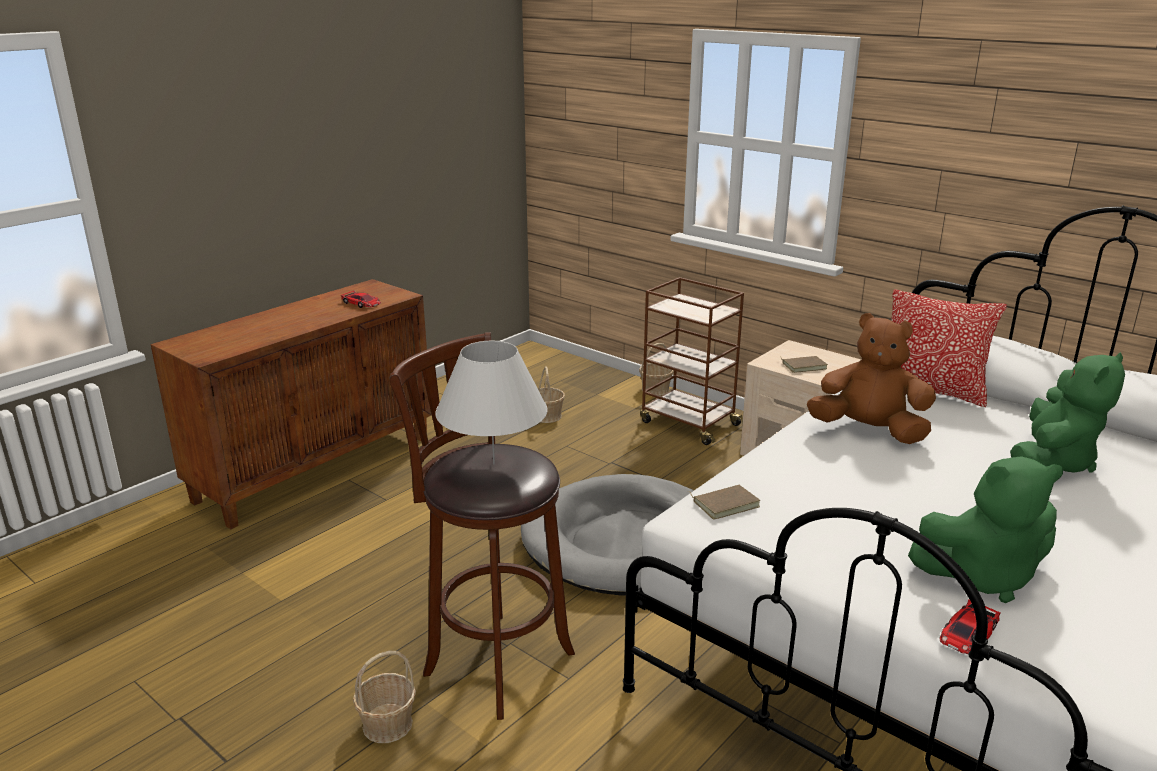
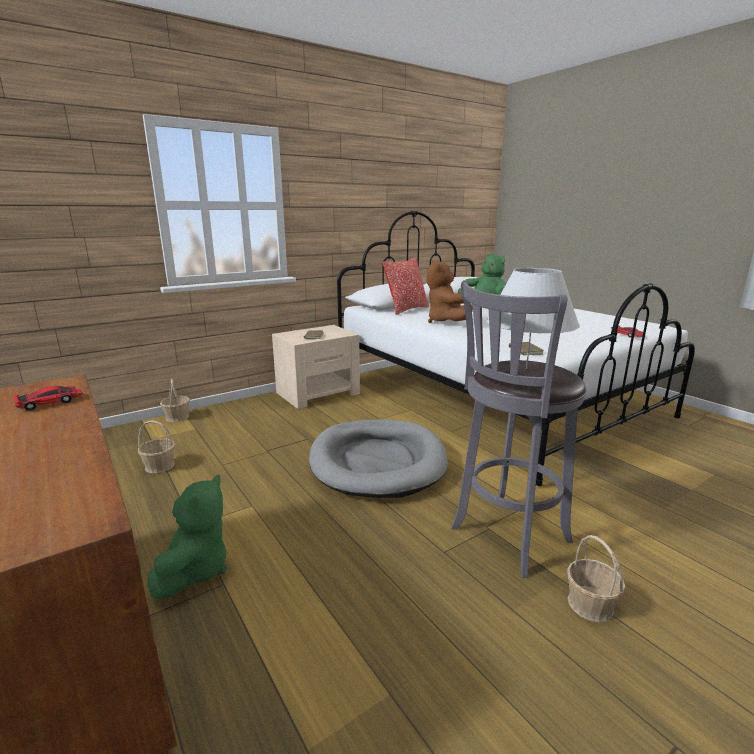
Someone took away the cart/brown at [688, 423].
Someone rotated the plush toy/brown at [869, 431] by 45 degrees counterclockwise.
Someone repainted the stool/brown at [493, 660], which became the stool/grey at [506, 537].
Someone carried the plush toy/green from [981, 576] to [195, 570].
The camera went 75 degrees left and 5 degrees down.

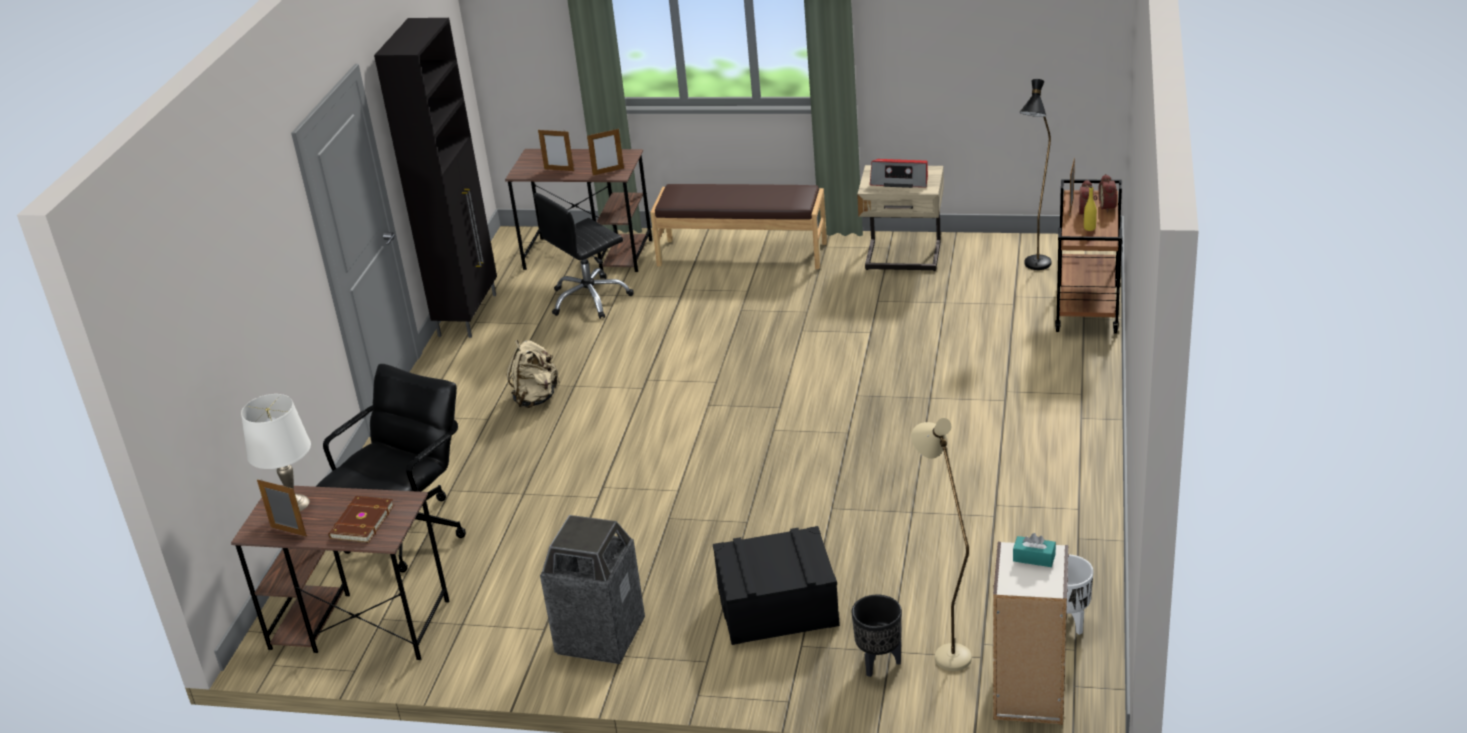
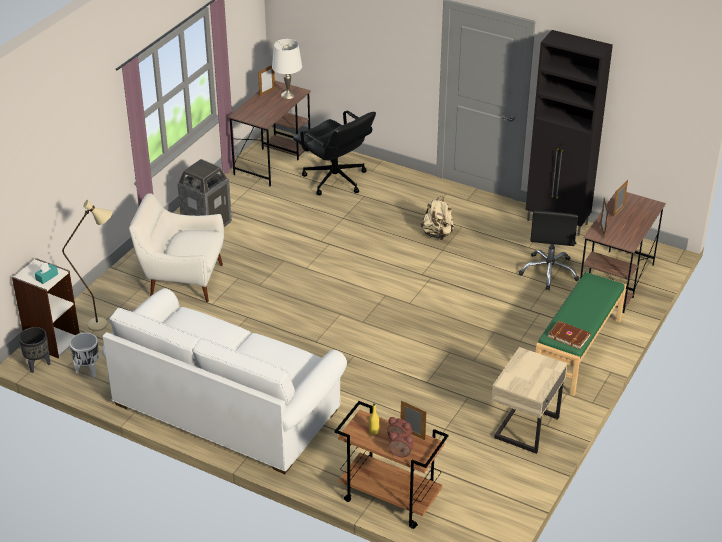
Someone took away the floor lamp/black at [1036, 268].
Someone took away the radio at [900, 180].
Someone repainted the bench/brown at [742, 253], which became the bench/green at [578, 350].
Someone rotated the office chair/black at [590, 299] by 150 degrees counterclockwise.
Someone carried the book/brown from [361, 522] to [569, 336].
Someone swapped the storage box/black at [777, 607] for the armchair/white at [182, 280].
Someone carried the planter/black from [878, 663] to [38, 365].
Someone put down the sofa/white at [226, 407].
The camera went 105 degrees right and 5 degrees up.

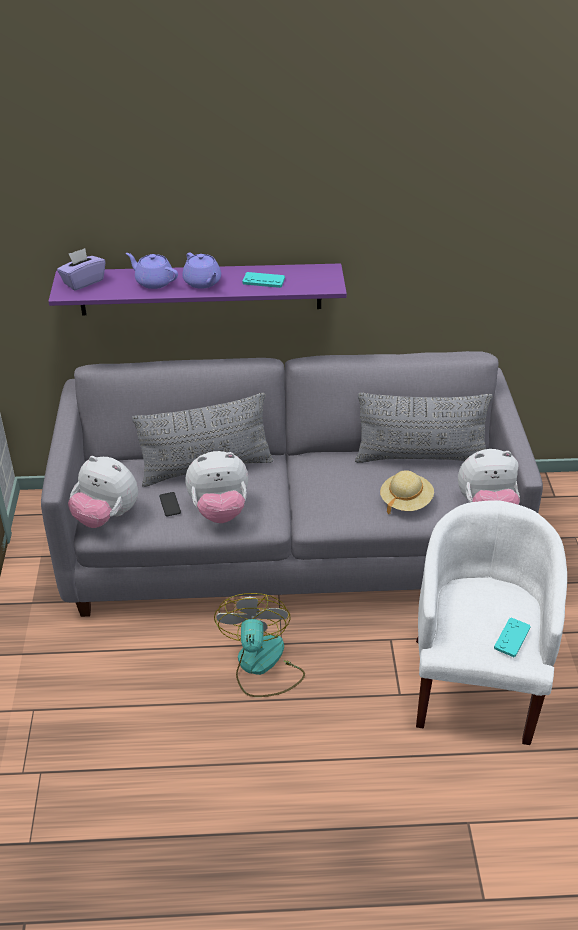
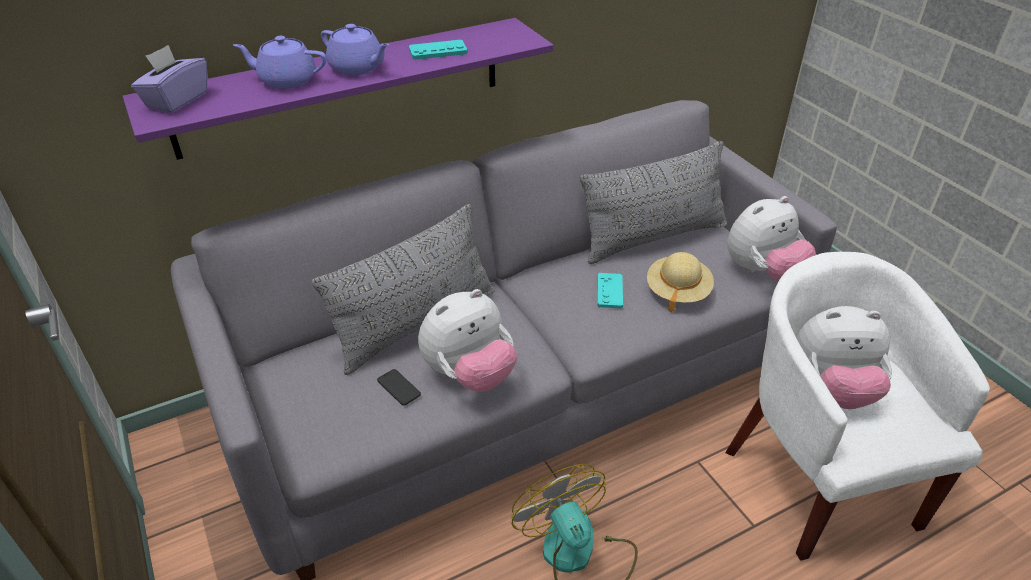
Someone carried the plush toy from [106, 516] to [832, 388].
Someone carried the game controller/turquoise from [512, 638] to [610, 291].
The camera went 25 degrees left and 0 degrees up.

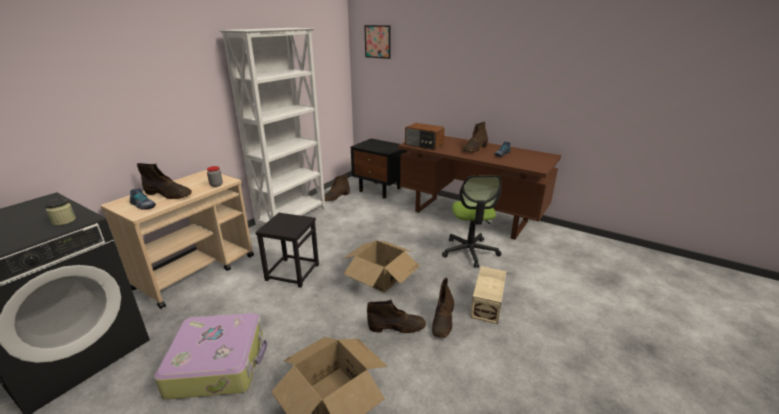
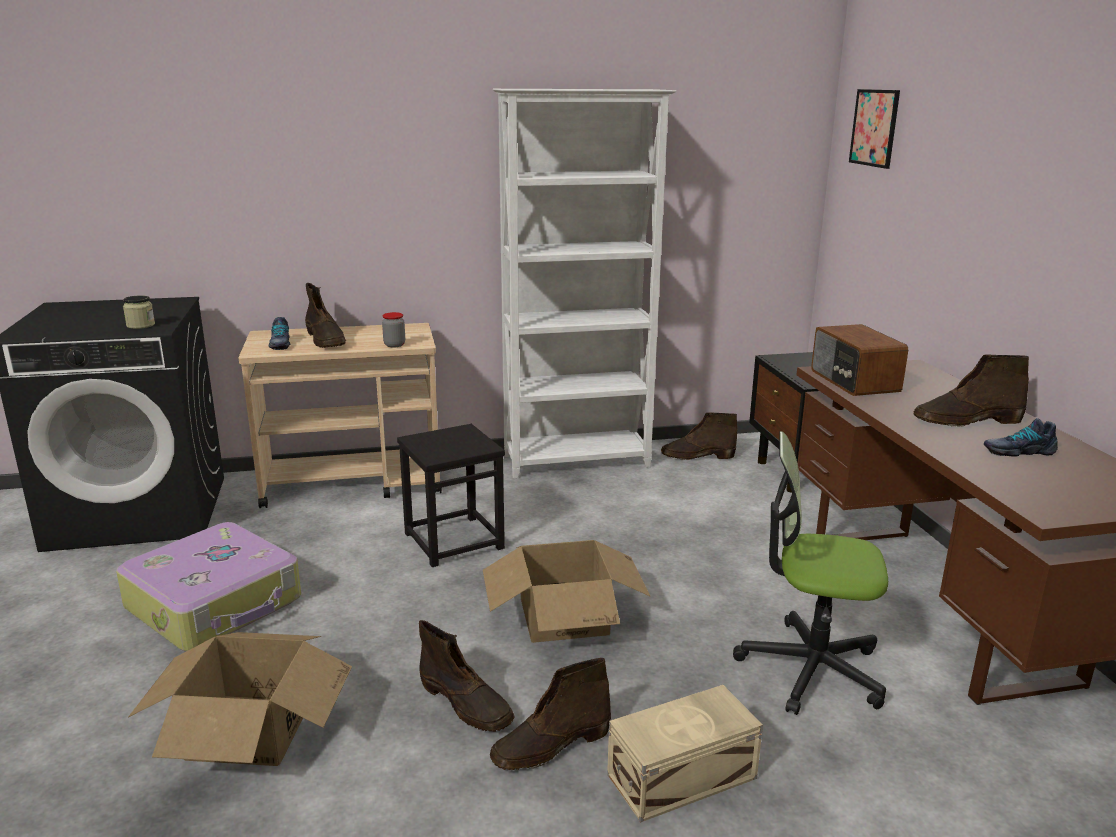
Someone rotated the office chair at [470, 252] by 60 degrees clockwise.
The camera went 45 degrees right and 5 degrees down.

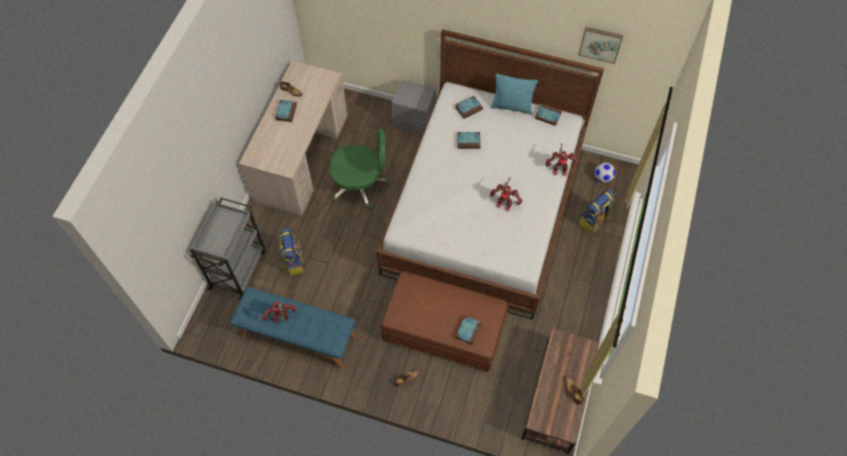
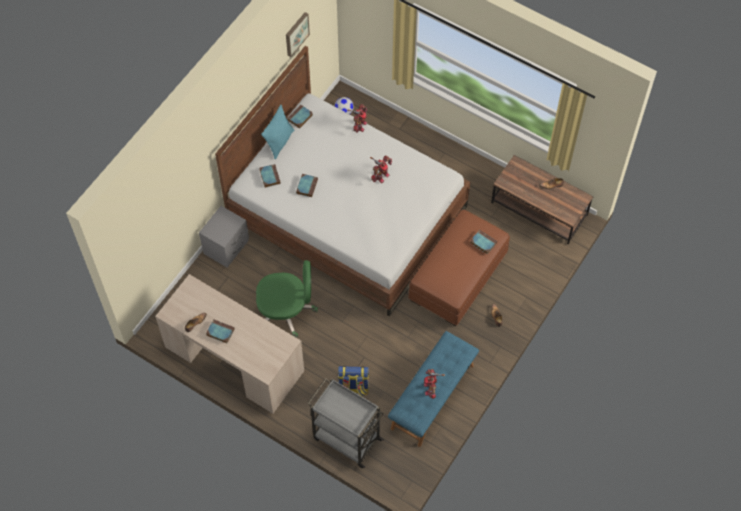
Someone rotated the office chair/green at [360, 185] by 75 degrees clockwise.
Someone took away the backpack at [593, 221].
The camera went 75 degrees left and 0 degrees up.

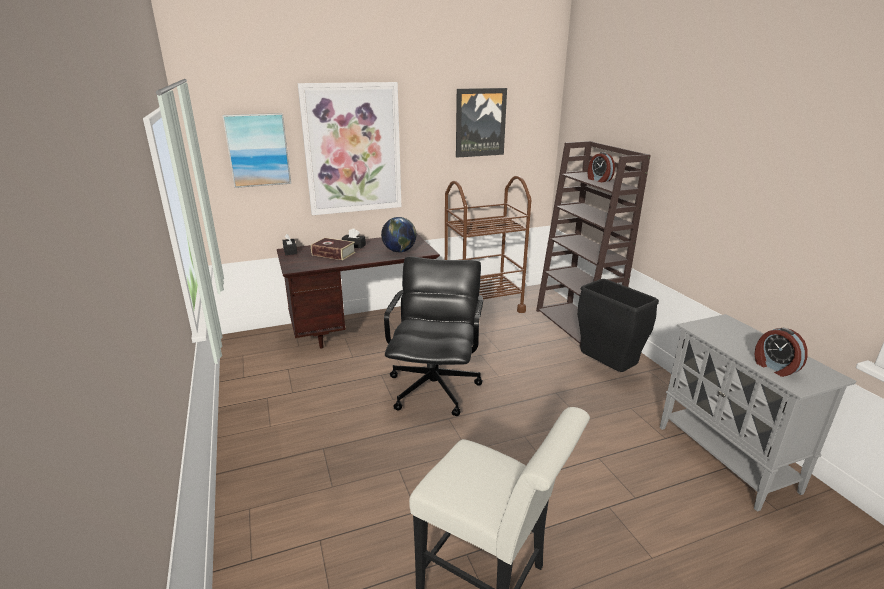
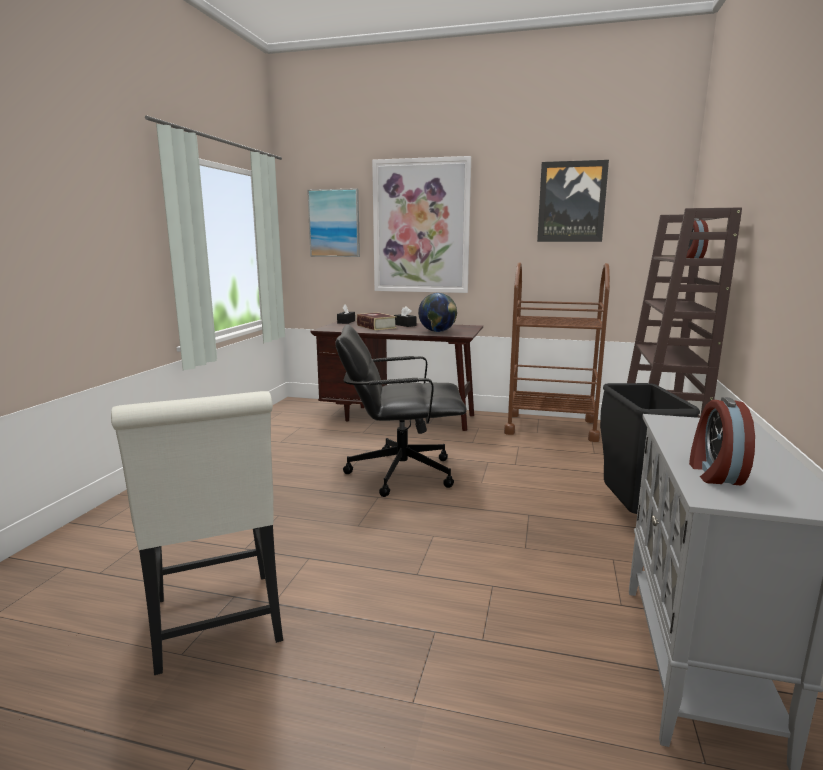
Someone rotated the office chair/black at [435, 388] by 135 degrees counterclockwise.
The camera went 35 degrees right and 10 degrees down.

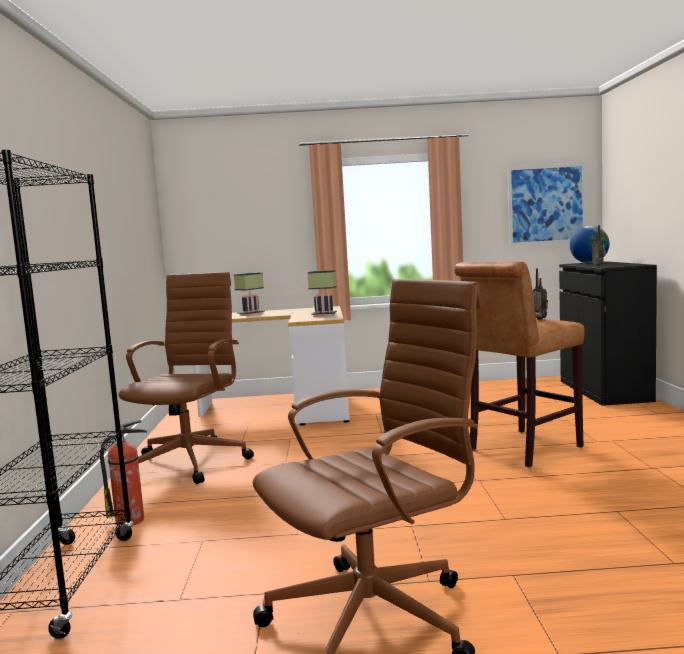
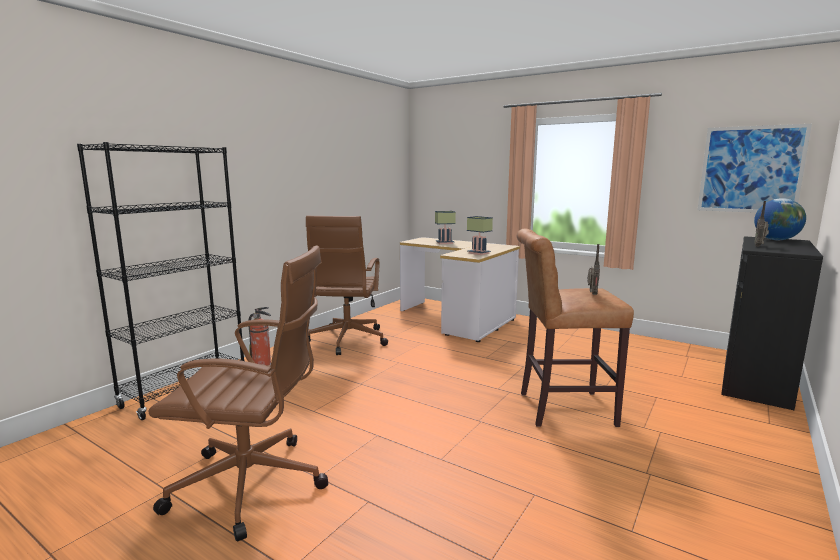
Someone rotated the office chair/brown at [191, 461] by 135 degrees clockwise.
The camera went 35 degrees right and 5 degrees up.

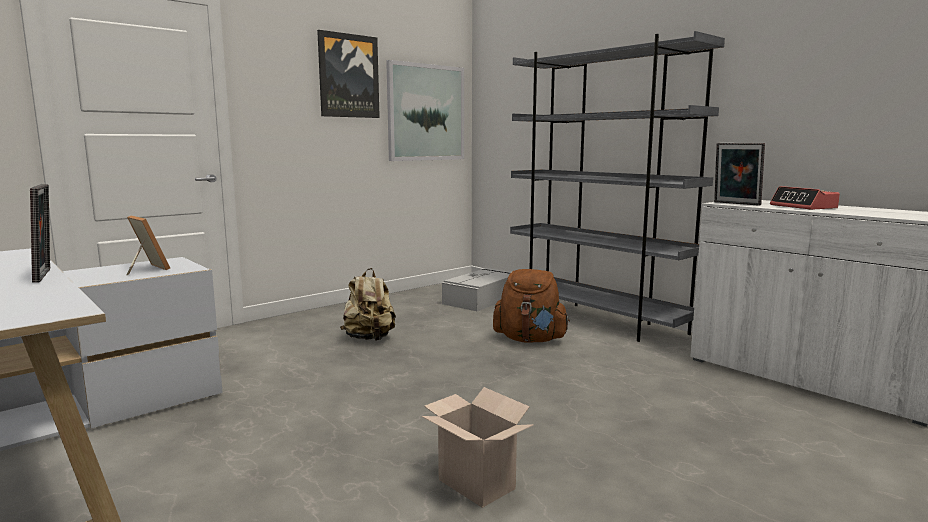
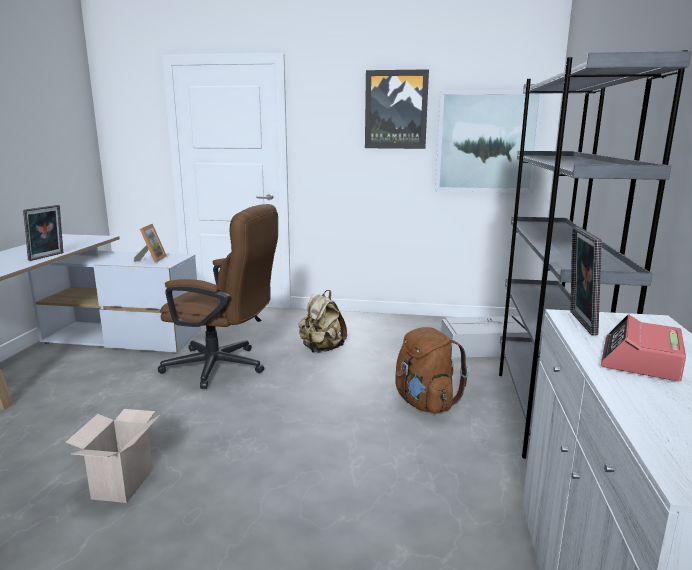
Someone put down the office chair/brown at [224, 367].
The camera went 50 degrees right and 5 degrees up.

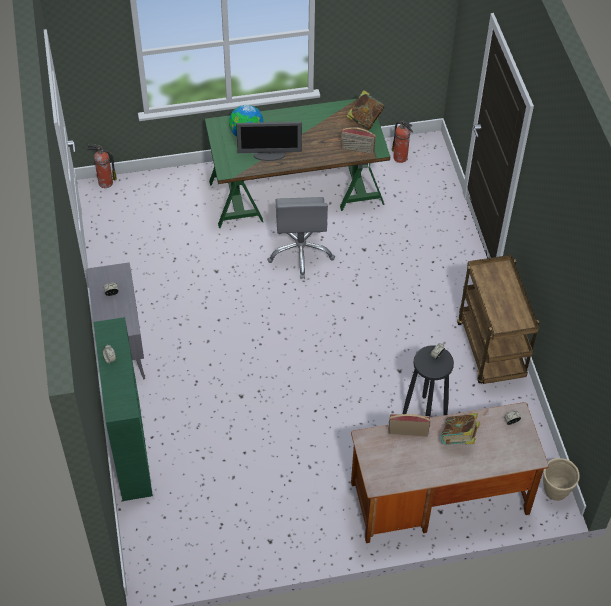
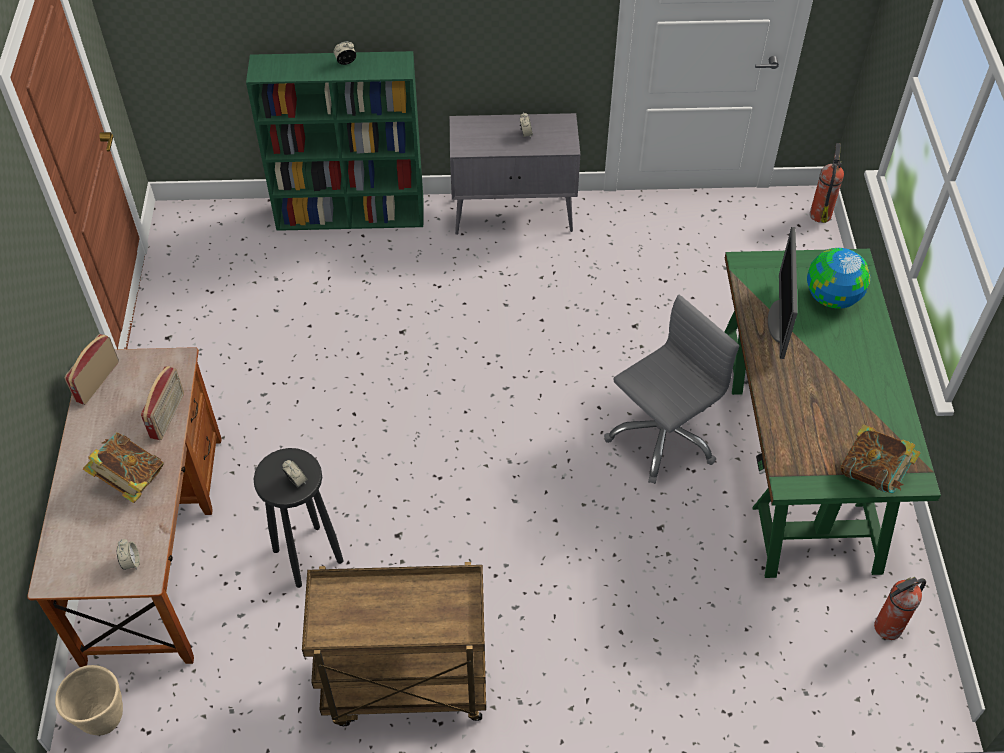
Someone carried the radio from [357, 149] to [97, 381].
Someone rotated the office chair/grey at [301, 252] by 135 degrees clockwise.
The camera went 100 degrees right and 0 degrees up.

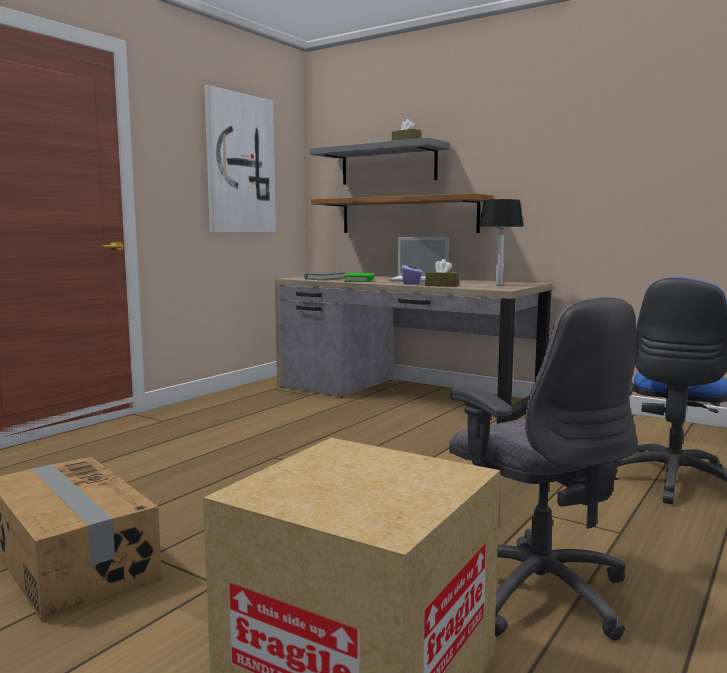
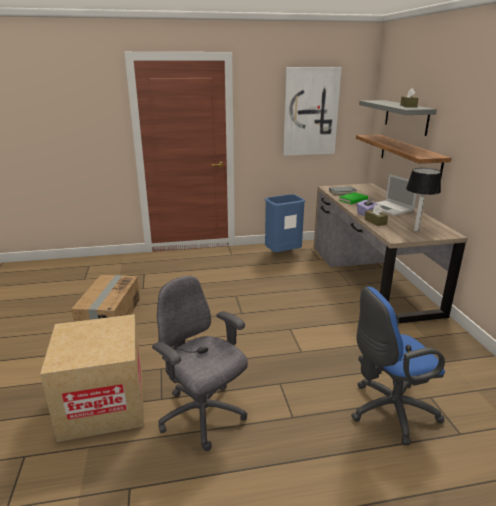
Someone rotated the office chair/grey at [537, 591] by 120 degrees clockwise.
Someone put down the trash can/blue at [283, 253].
The camera went 45 degrees right and 15 degrees up.

